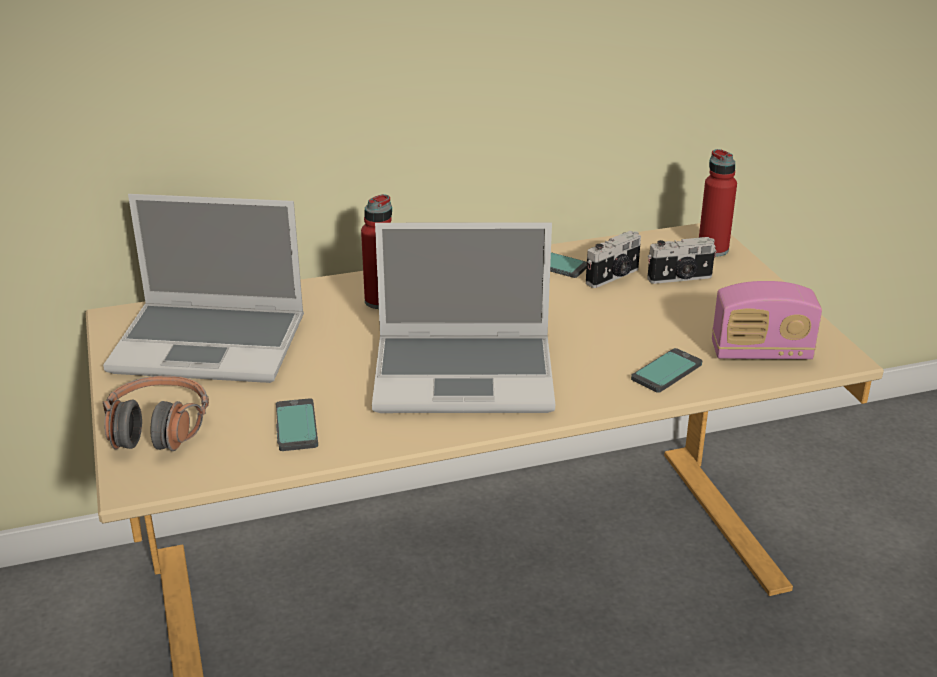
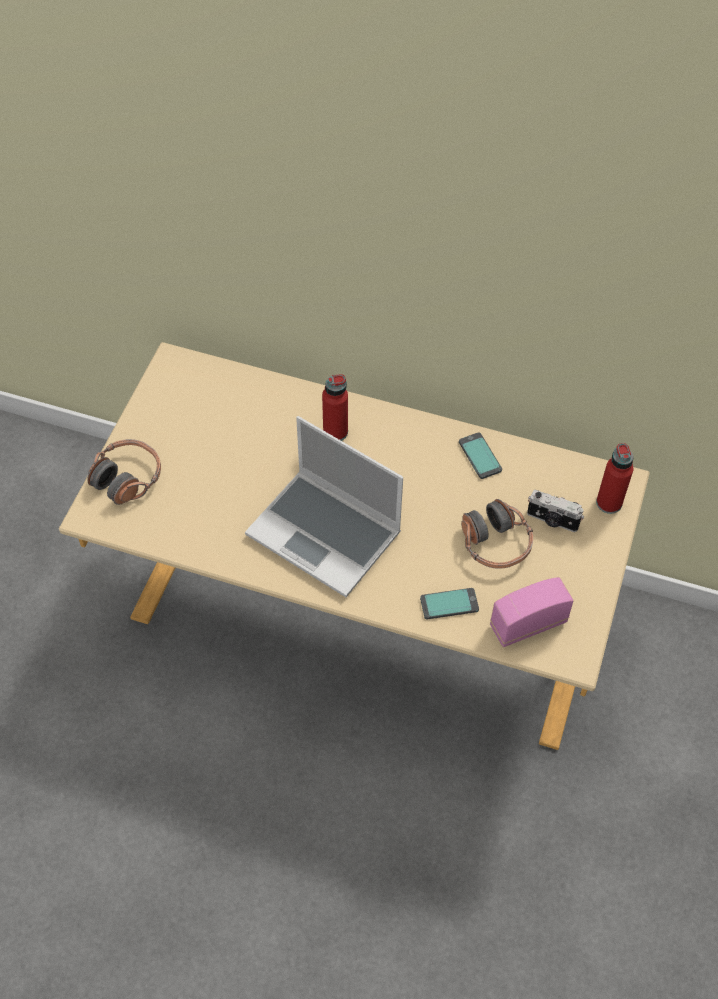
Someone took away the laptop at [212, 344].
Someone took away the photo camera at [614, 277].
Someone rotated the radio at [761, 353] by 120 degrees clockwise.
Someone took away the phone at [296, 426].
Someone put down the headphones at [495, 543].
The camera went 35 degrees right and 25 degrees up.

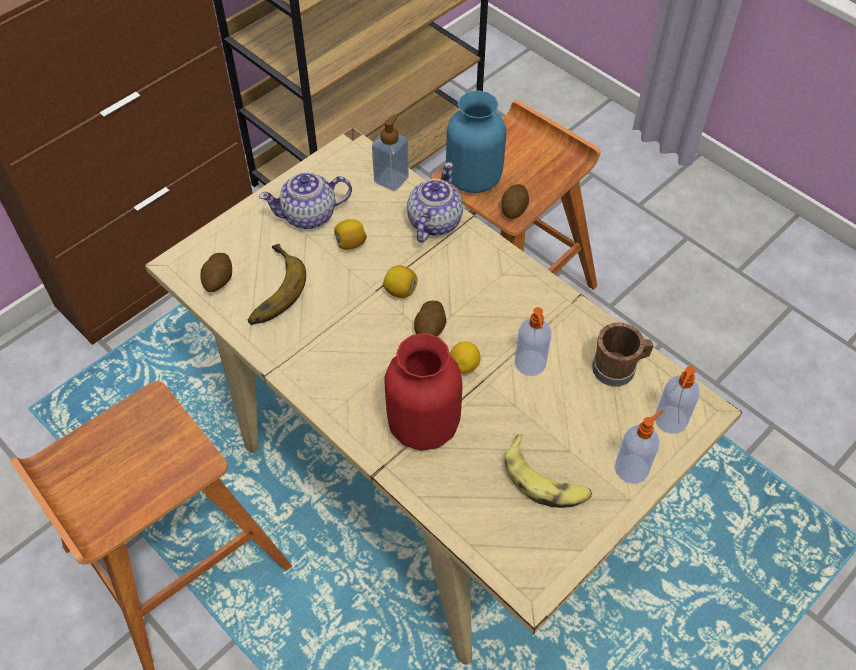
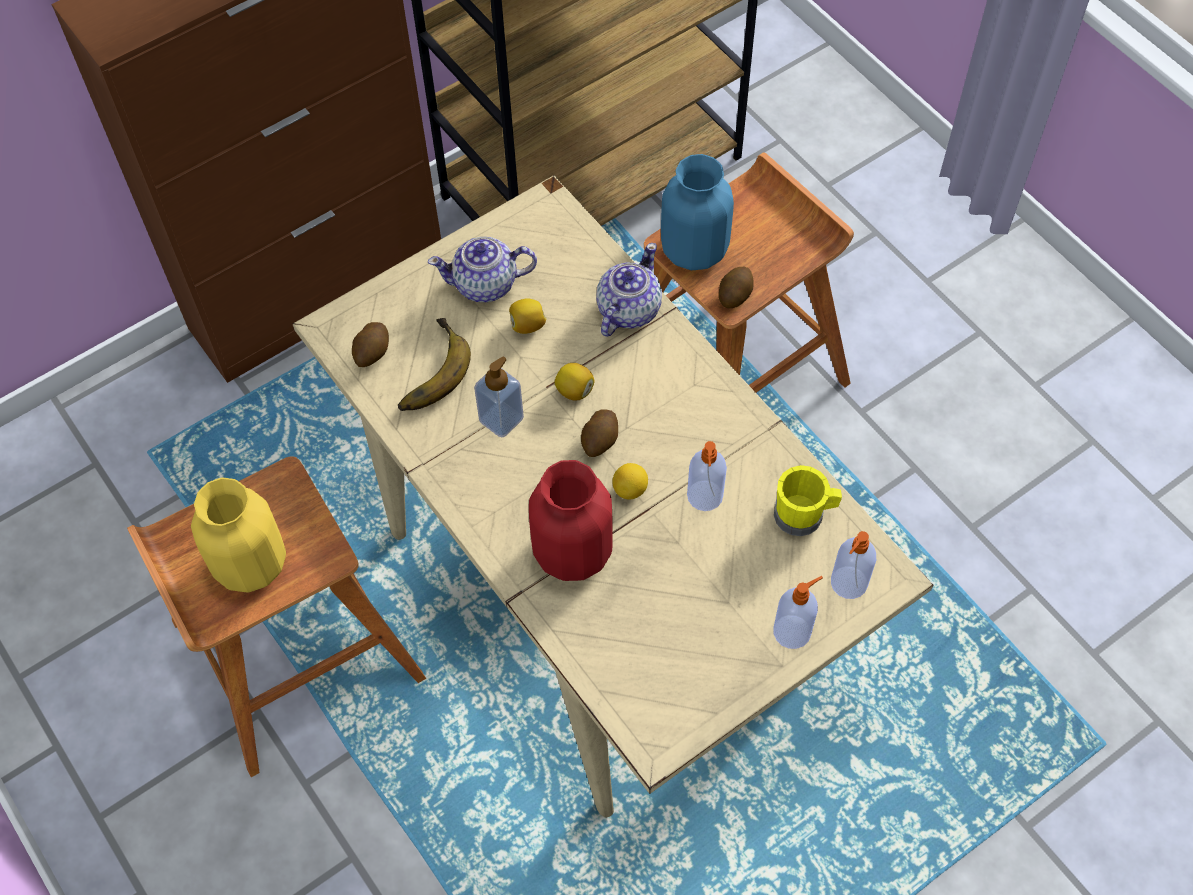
Someone carried the soap dispenser from [391, 179] to [501, 419].
Someone repainted the mug/brown at [618, 368], which became the mug/yellow at [804, 514].
Someone took away the banana at [545, 481].
Someone put down the vase/yellow at [250, 563].
The camera went 10 degrees right and 5 degrees up.

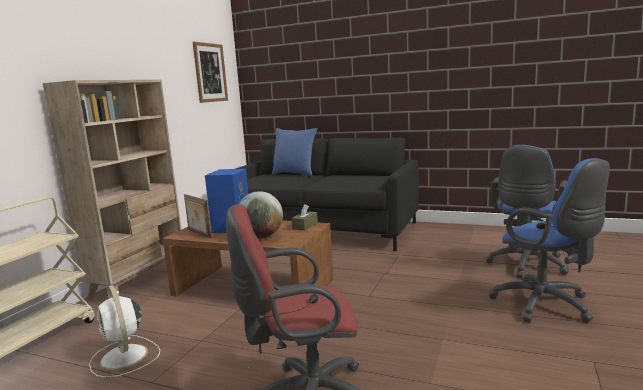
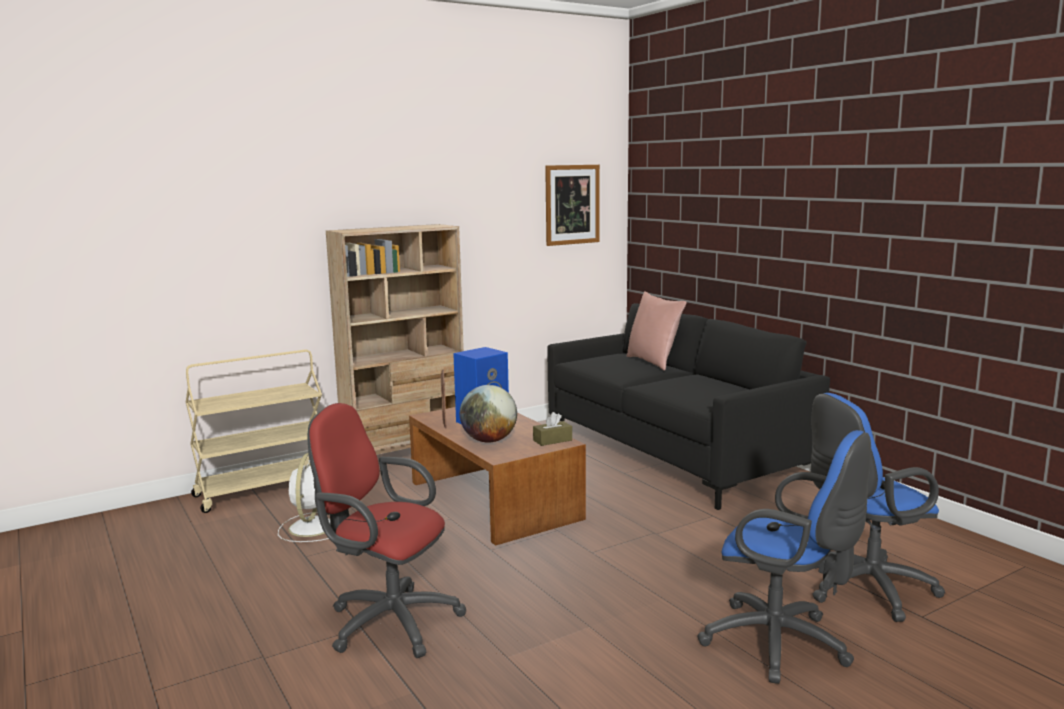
Someone repainted the pillow/blue at [295, 174], which became the pillow/pink at [653, 362].
Someone rotated the office chair/blue at [546, 305] by 60 degrees counterclockwise.
The camera went 35 degrees right and 0 degrees up.

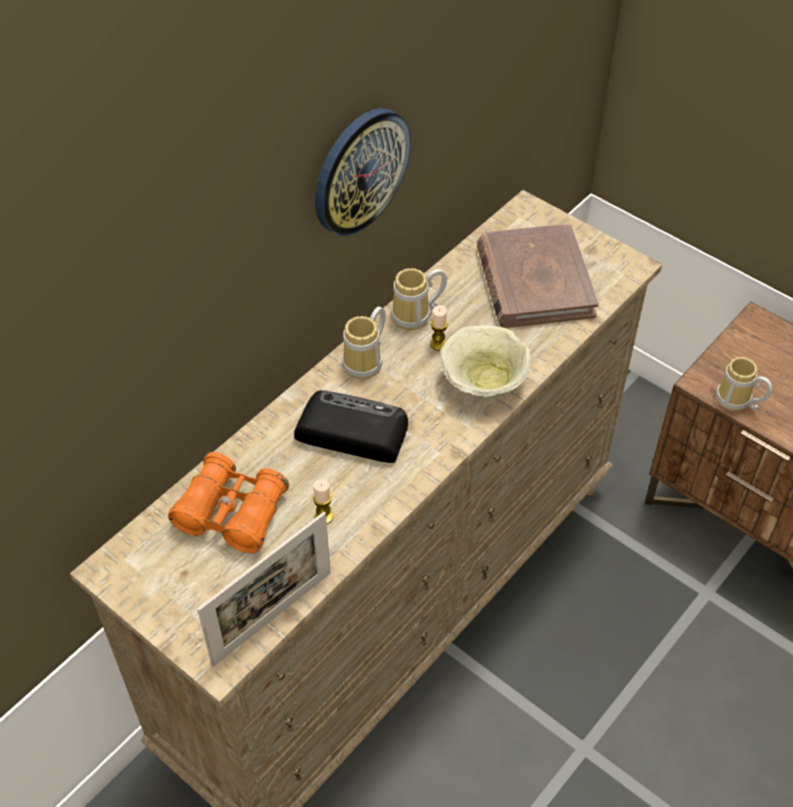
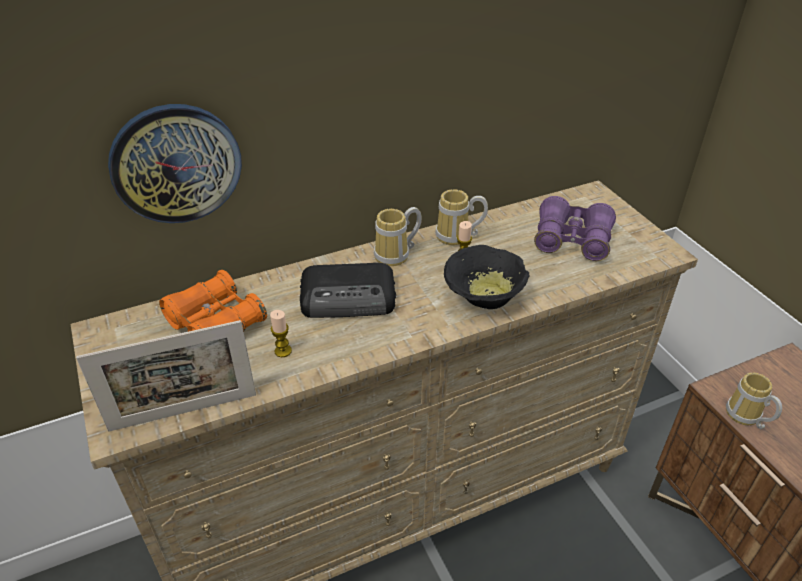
Someone carried the wall clock from [360, 171] to [176, 163].
Someone swapped the book/brown at [534, 281] for the binoculars/purple at [572, 240].
Someone repainted the bowl/beige at [483, 381], which became the bowl/black at [484, 296].
Someone rotated the radio at [350, 431] by 135 degrees clockwise.
The camera went 25 degrees right and 10 degrees down.

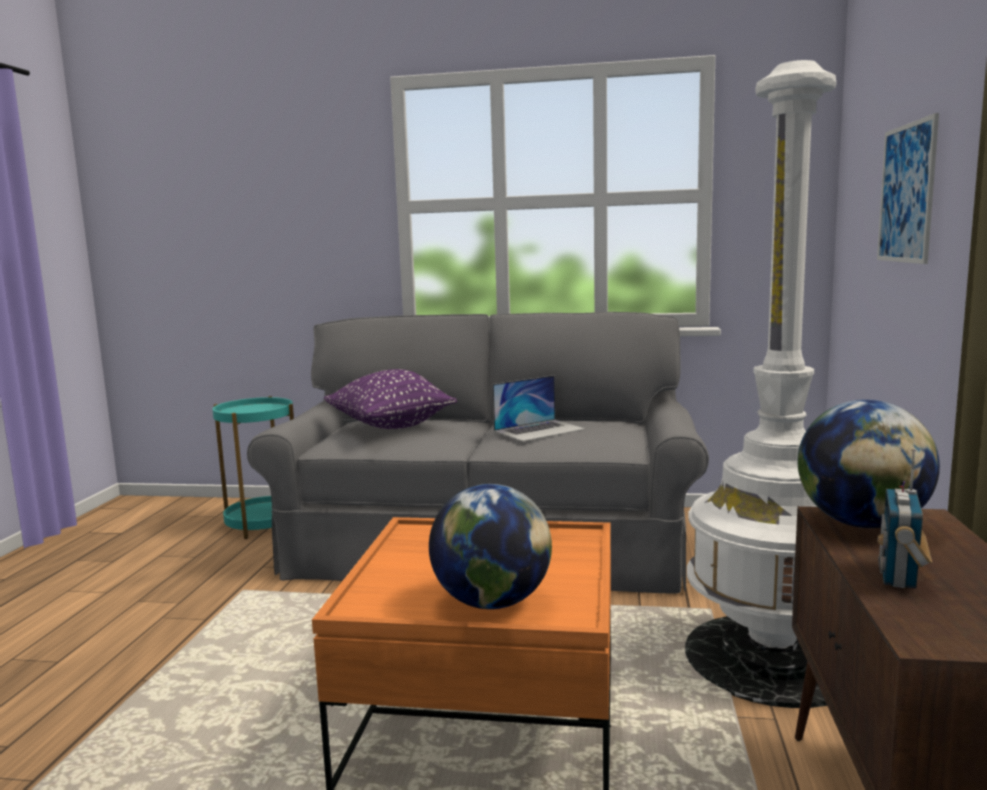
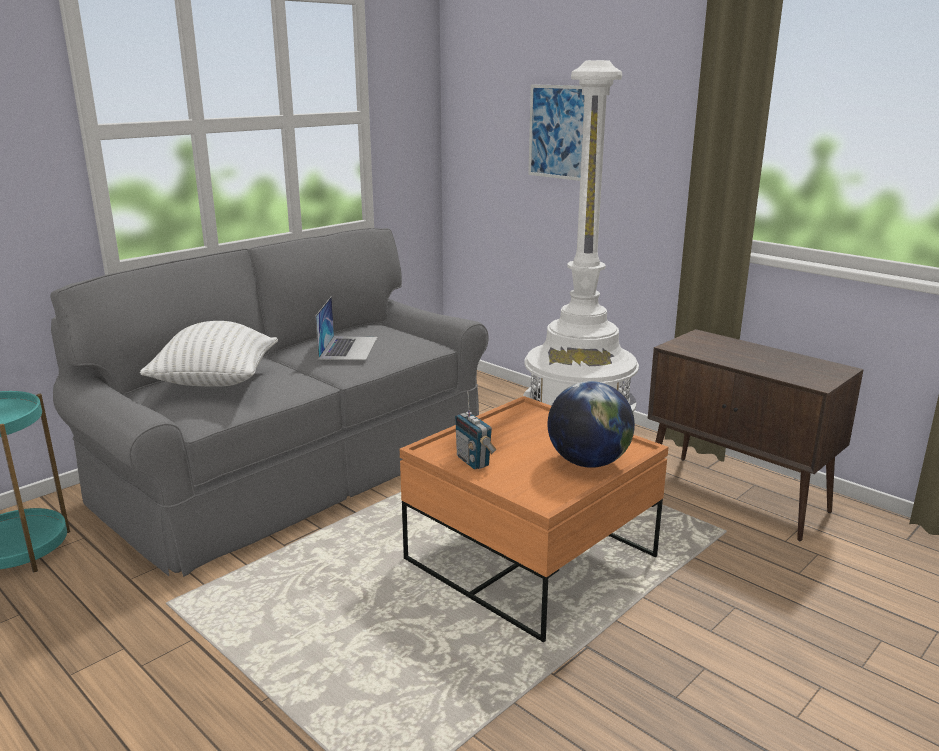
Someone repainted the pillow/purple at [390, 427], which became the pillow/white at [216, 383].
Someone took away the globe at [862, 524].
Someone carried the radio from [899, 576] to [473, 461].
The camera went 55 degrees left and 10 degrees up.

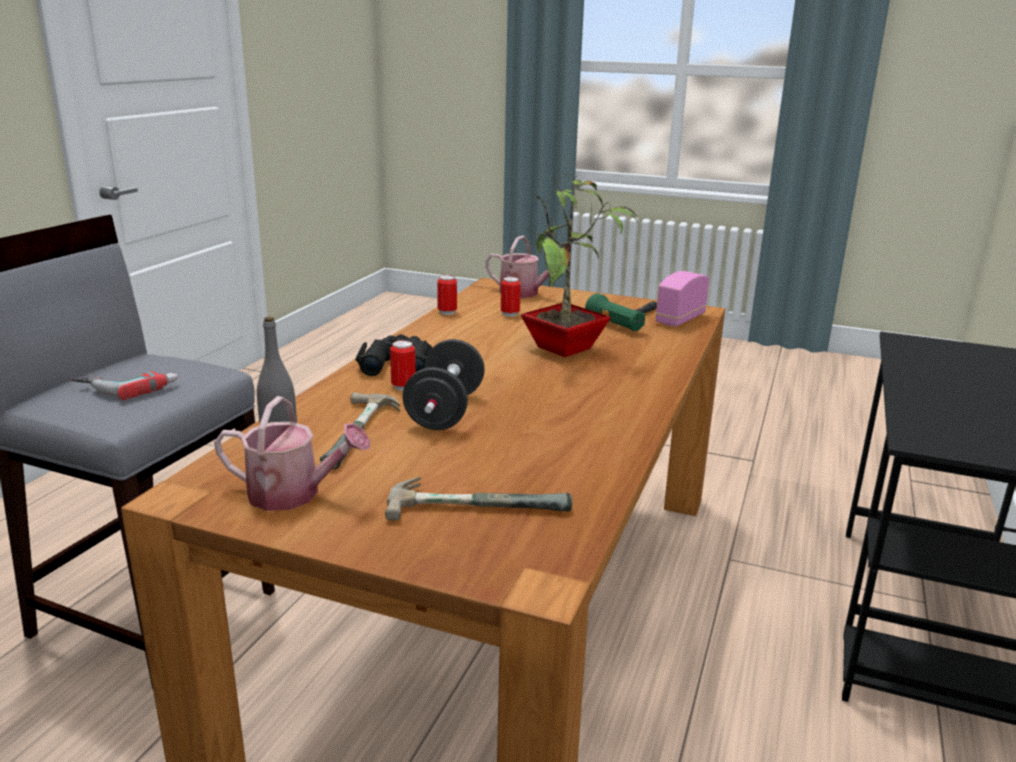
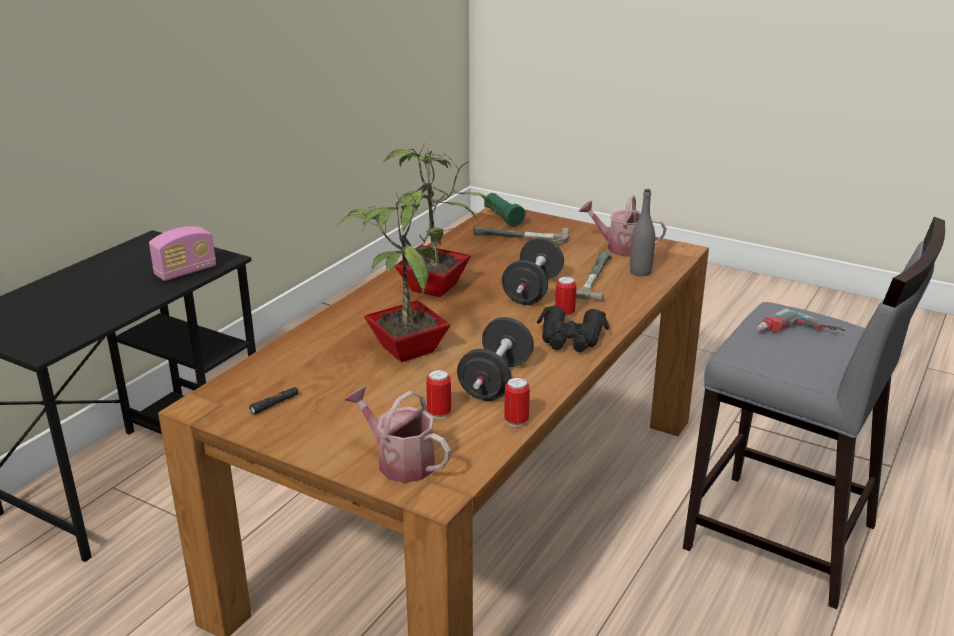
Someone carried the radio from [680, 319] to [185, 272].
Someone carried the flashlight/green from [614, 326] to [503, 218].
Someone put down the potted plant at [435, 287].
Someone put down the dumbbell/black at [495, 381].
The camera went 170 degrees left and 5 degrees up.

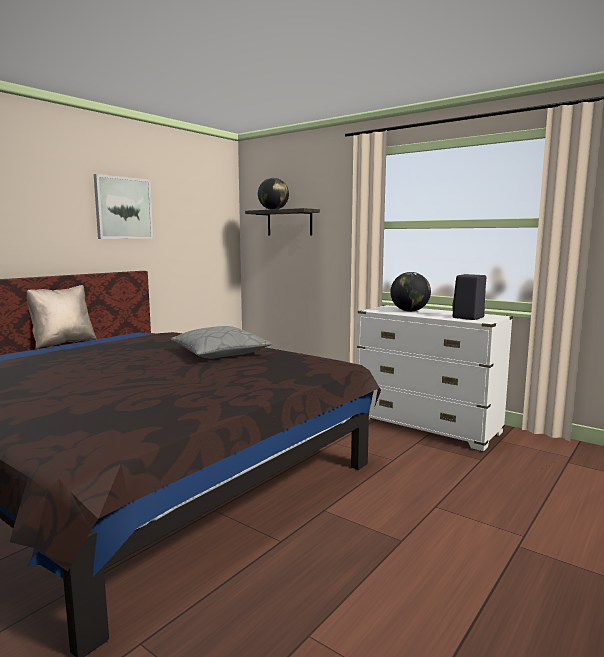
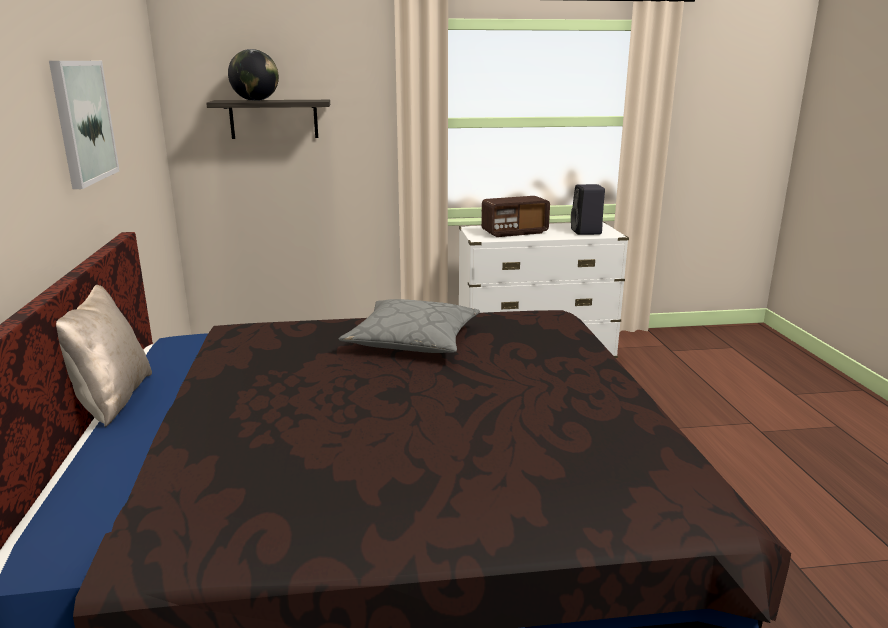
Someone swapped the globe at [409, 311] for the radio at [514, 232].
The camera went 45 degrees left and 10 degrees up.

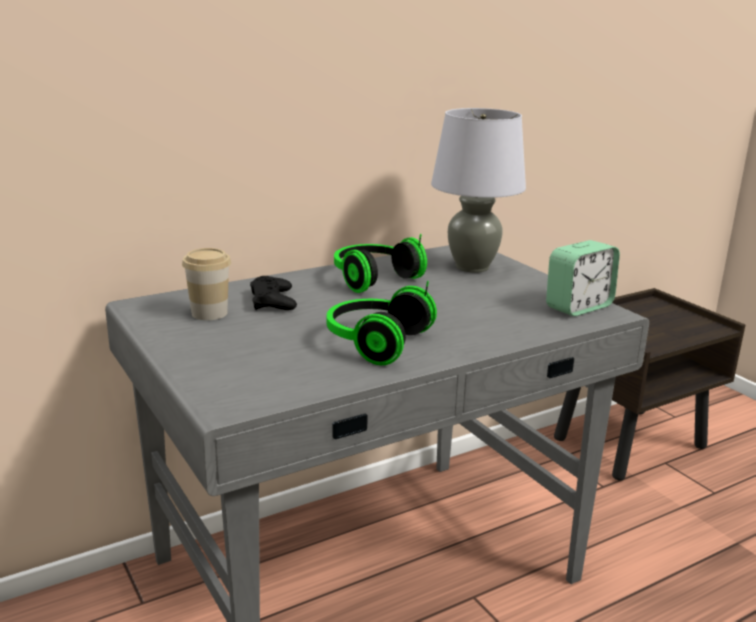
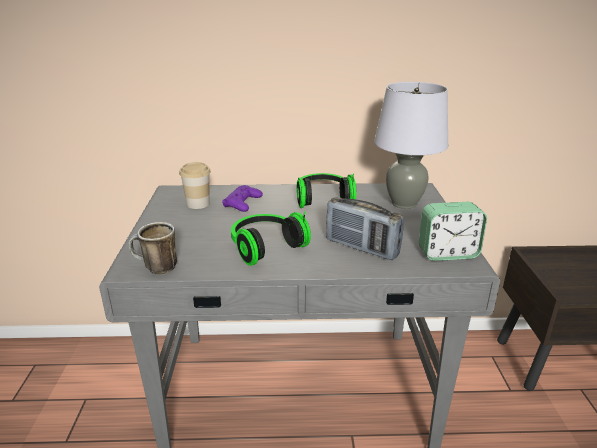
Someone repainted the game controller/black at [273, 301], which became the game controller/purple at [243, 203].
Someone put down the radio at [361, 248].
Someone put down the mug at [155, 269].
The camera went 30 degrees right and 5 degrees up.

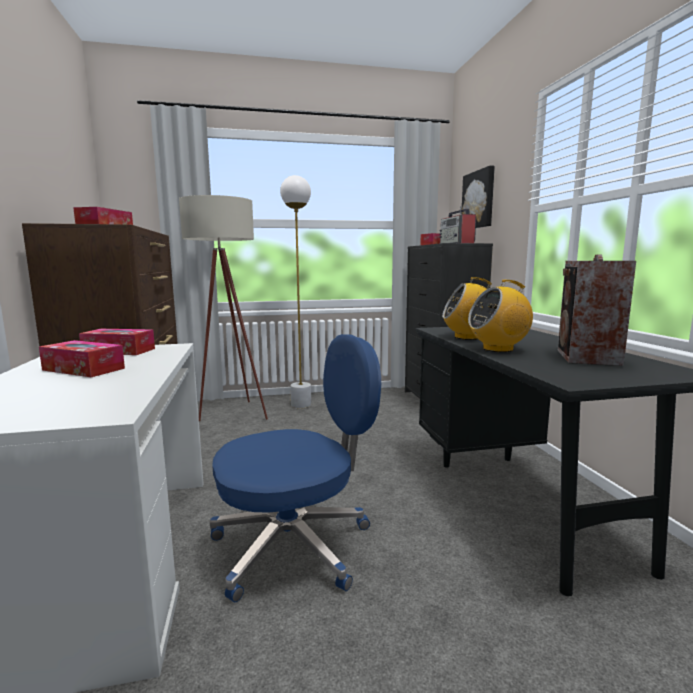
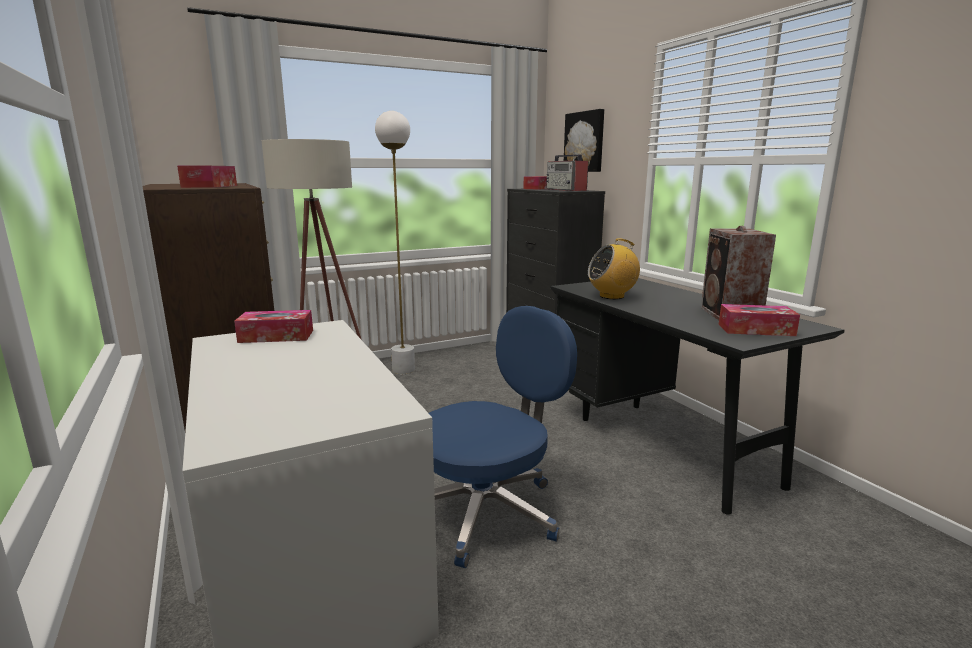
Someone took away the radio at [498, 349].
Someone carried the tissue box from [83, 369] to [756, 330].
The camera went 15 degrees left and 5 degrees up.

